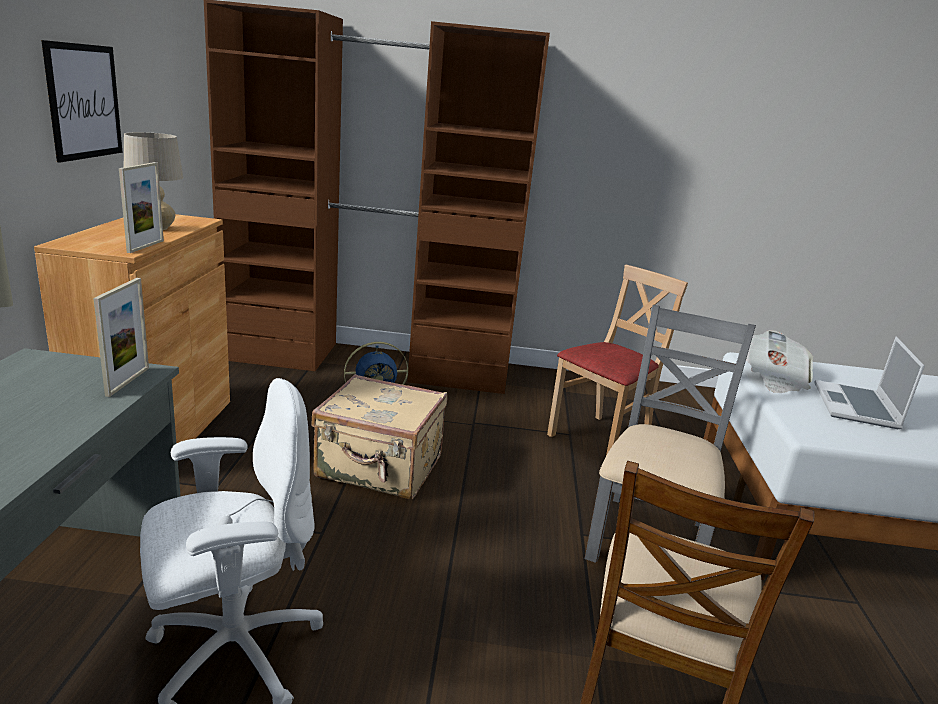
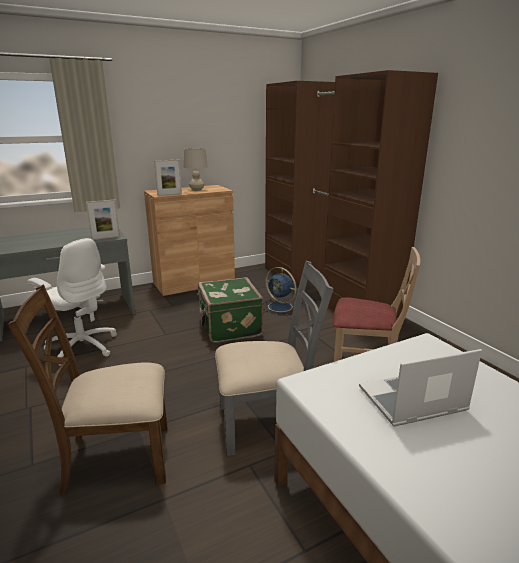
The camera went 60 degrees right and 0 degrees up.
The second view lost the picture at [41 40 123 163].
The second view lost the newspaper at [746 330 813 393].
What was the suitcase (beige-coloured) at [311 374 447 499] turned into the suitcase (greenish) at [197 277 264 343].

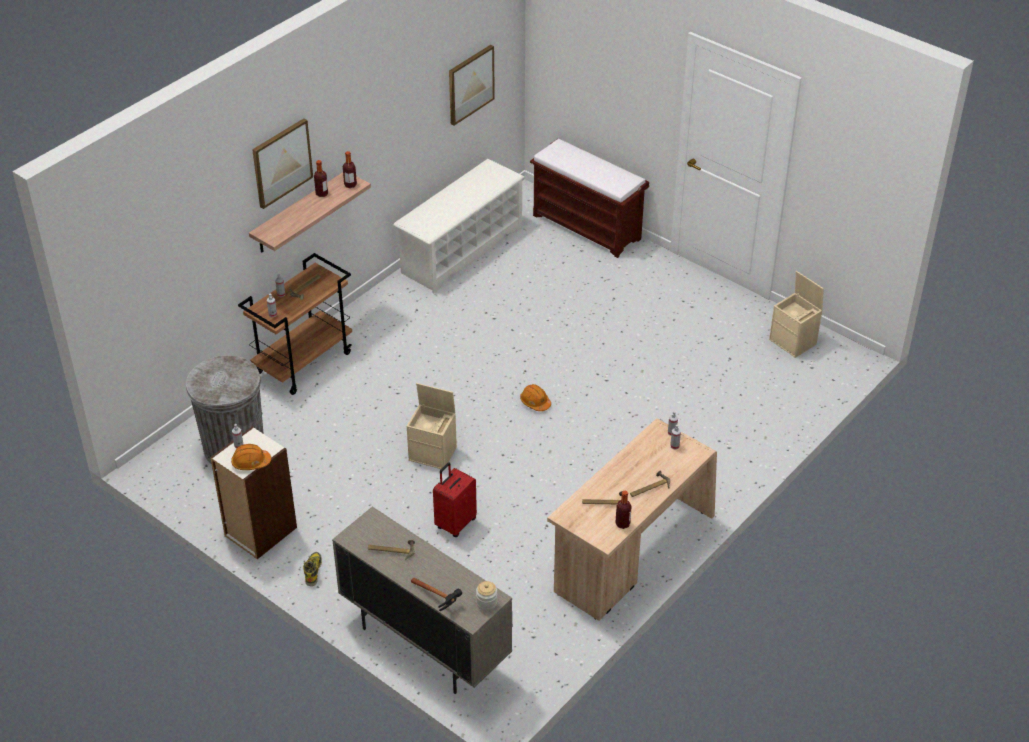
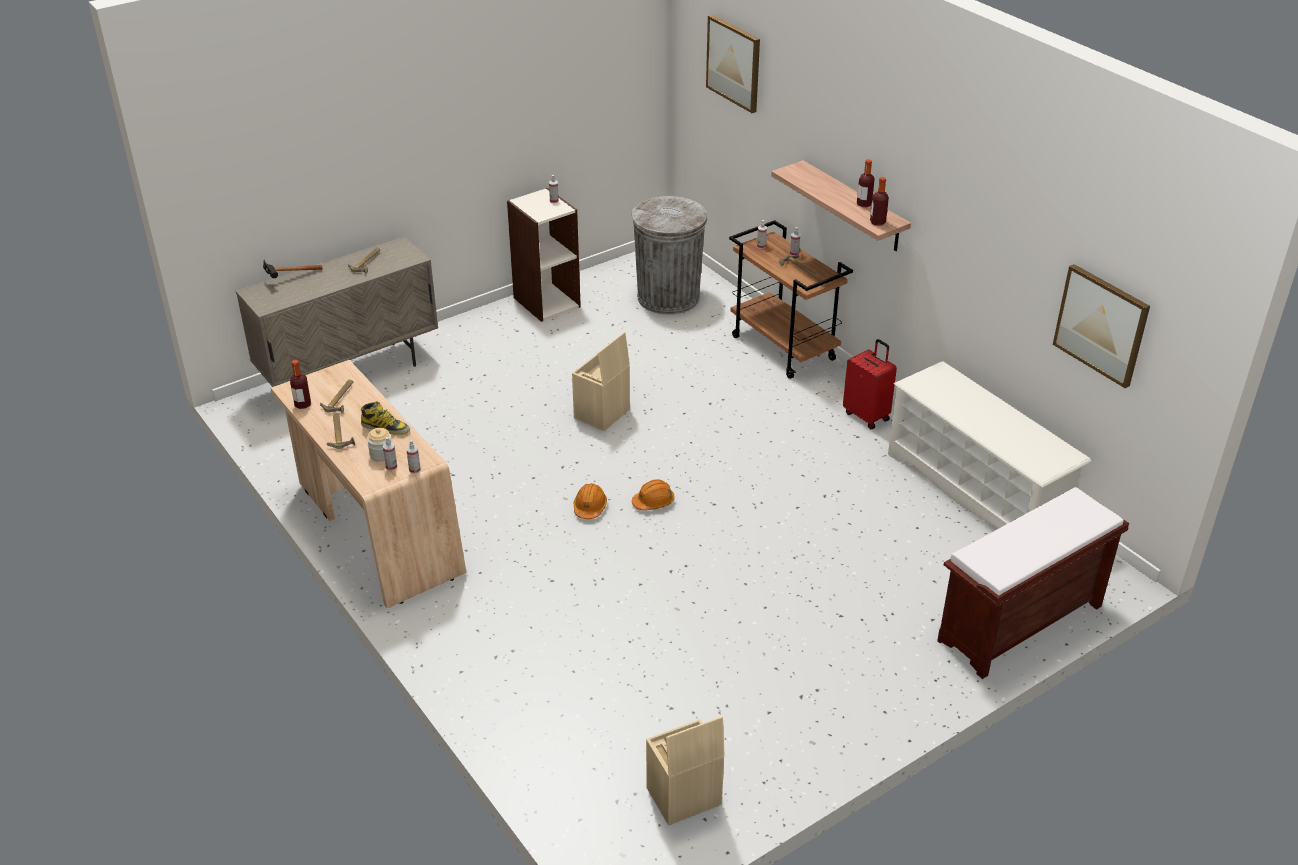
The camera went 105 degrees right and 5 degrees down.
The hard hat (orangey) ended up elsewhere, having gone from [231 444 271 470] to [574 483 607 519].
The picture ended up elsewhere, having gone from [252 118 313 209] to [706 15 760 113].
The tall boot ended up elsewhere, having gone from [303 552 322 586] to [361 401 410 435].
The suitcase (reddish) ended up elsewhere, having gone from [433 462 477 537] to [843 339 897 429].
The storage jar ended up elsewhere, having gone from [476 581 497 611] to [367 428 392 462].

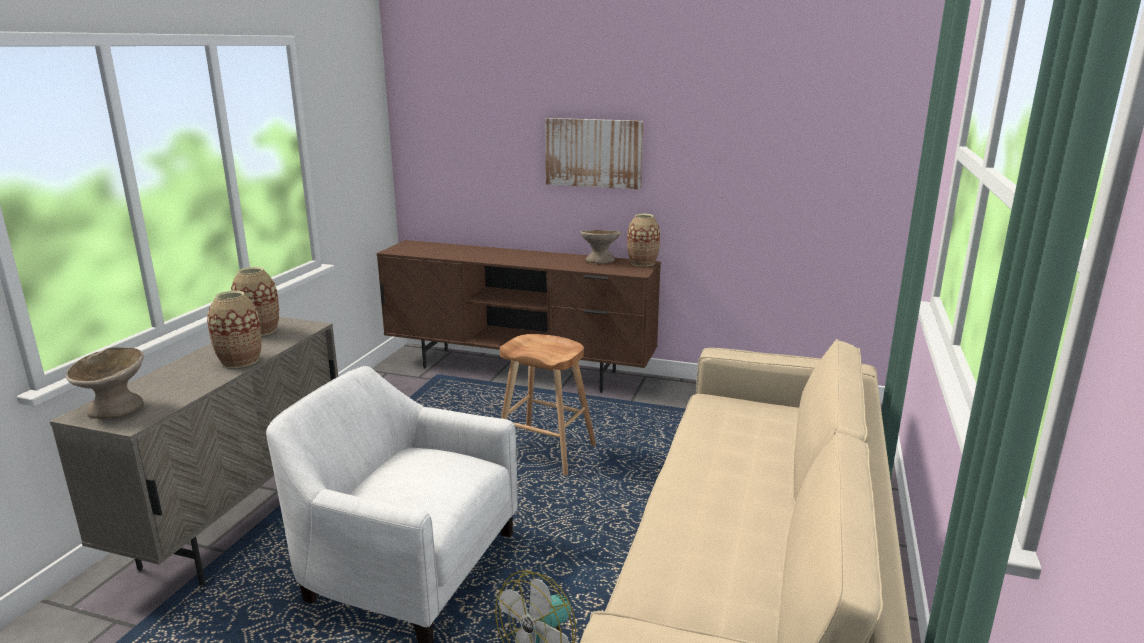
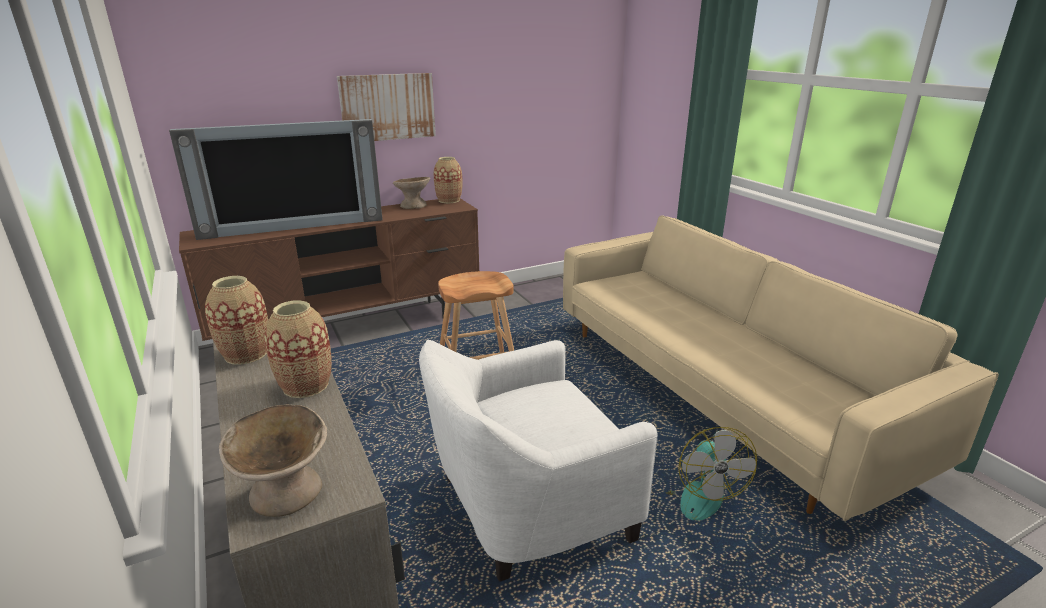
The camera went 45 degrees left and 5 degrees up.
The second view gained the TV at [169 119 383 240].

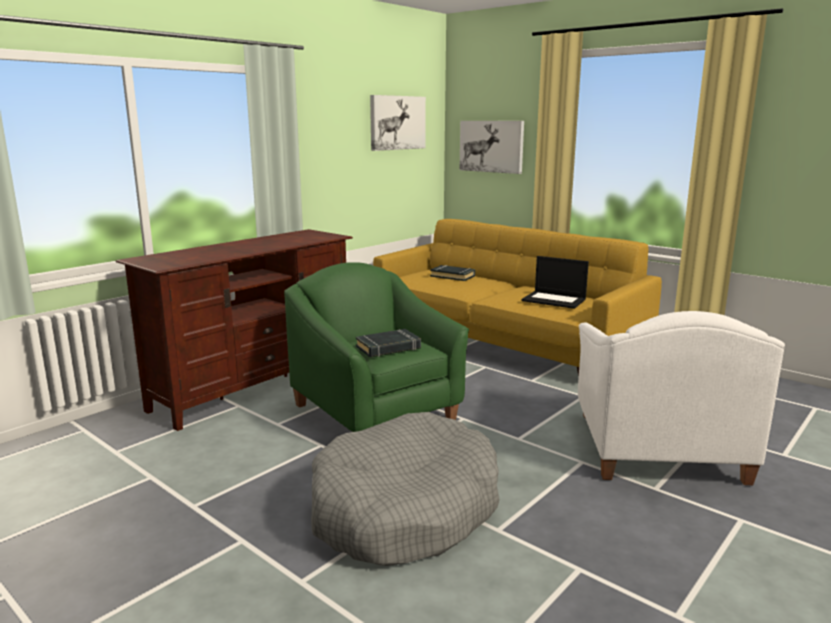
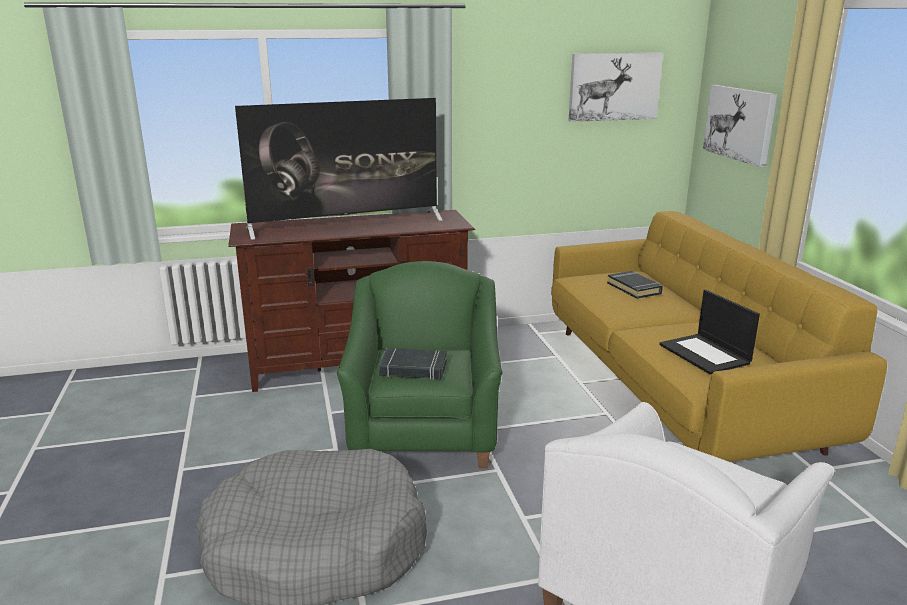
The camera went 35 degrees right and 5 degrees up.
The second view gained the TV at [235 98 443 240].

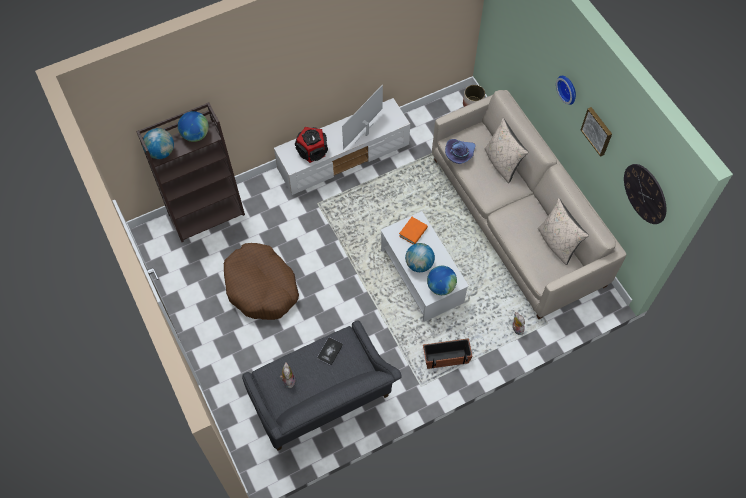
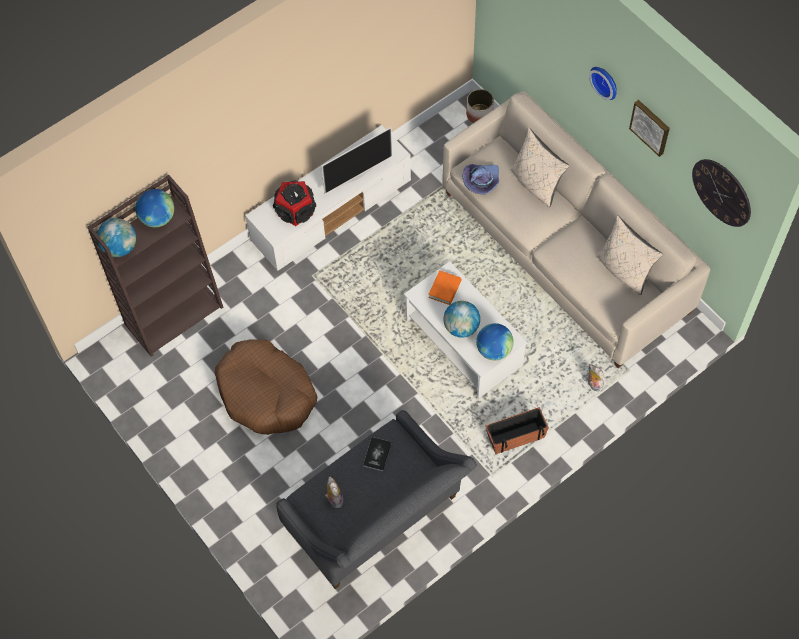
The camera went 10 degrees left and 0 degrees up.
The TV at [342 85 383 149] ended up facing another way, 150 degrees counterclockwise from before.

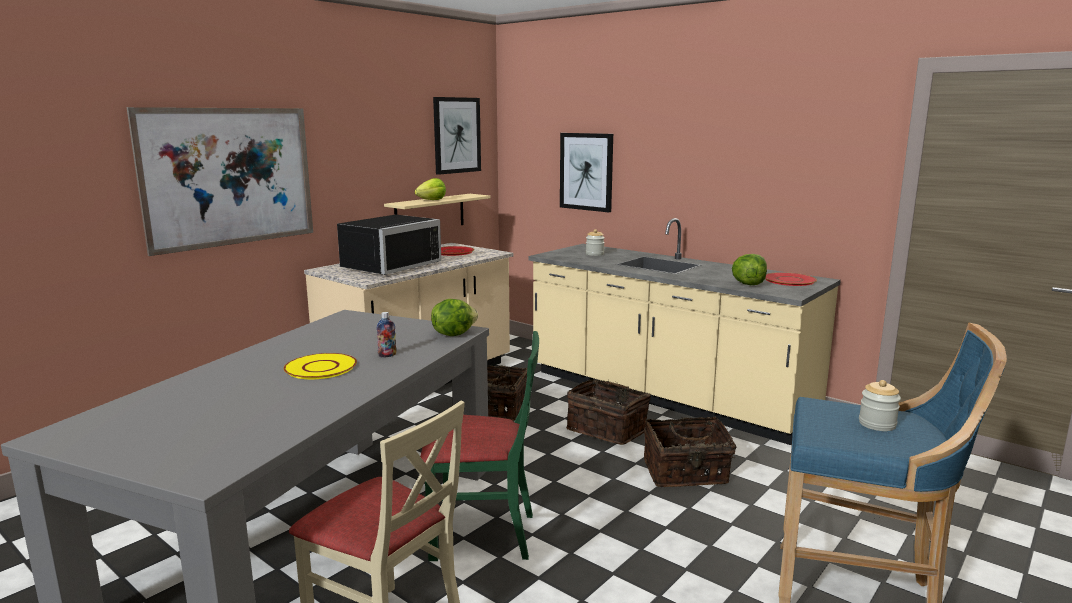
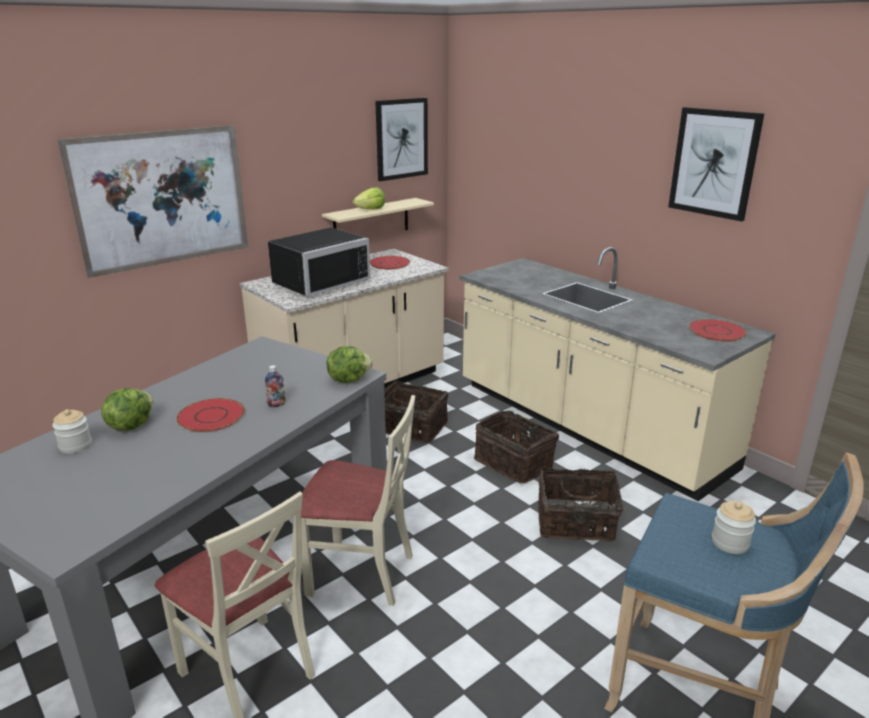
The camera went 10 degrees right and 10 degrees up.
The picture ended up elsewhere, having gone from [560 133 613 212] to [668 107 764 221].
The storage jar ended up elsewhere, having gone from [586 229 605 256] to [52 409 92 454].
The lettuce head ended up elsewhere, having gone from [732 254 767 285] to [101 388 153 431].
What was the flat dish (yellow-coloured) at [284 353 357 379] turned into the flat dish (reddish) at [176 398 245 432].
What was the plain chair (greenish) at [420 331 539 561] turned into the plain chair (beige-coloured) at [301 395 415 606].

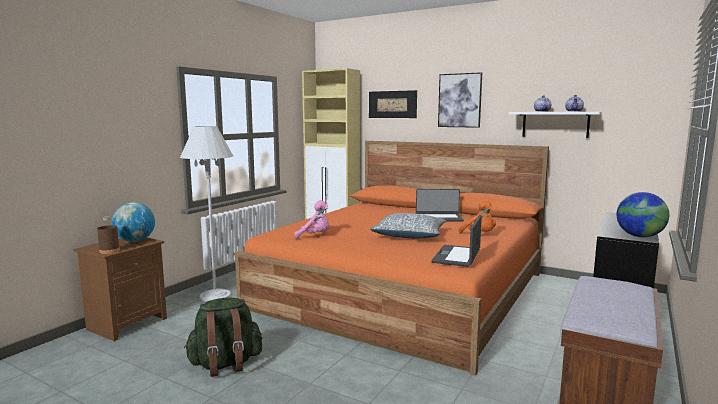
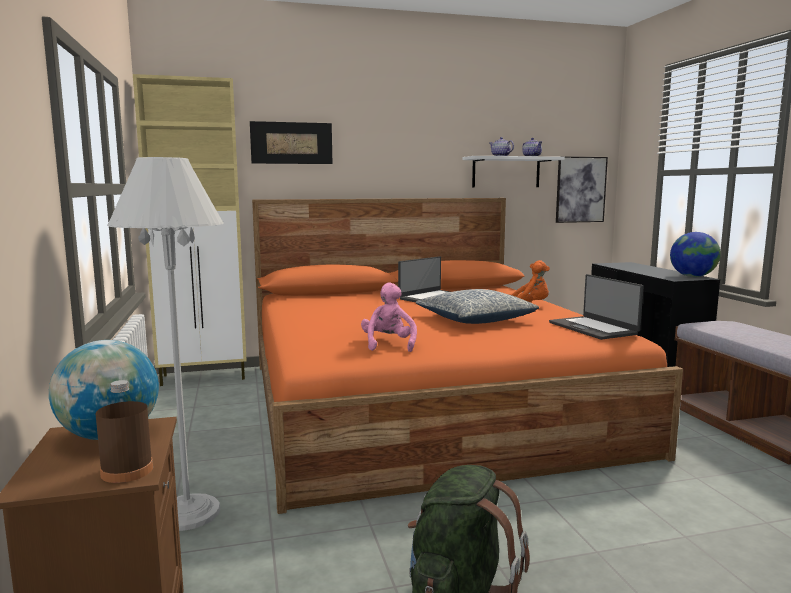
The camera went 45 degrees left and 0 degrees up.
The picture ended up elsewhere, having gone from [438 72 482 128] to [556 156 608 223].
The cuddly toy (pinkish) at [294 200 329 238] ended up facing another way, 60 degrees counterclockwise from before.

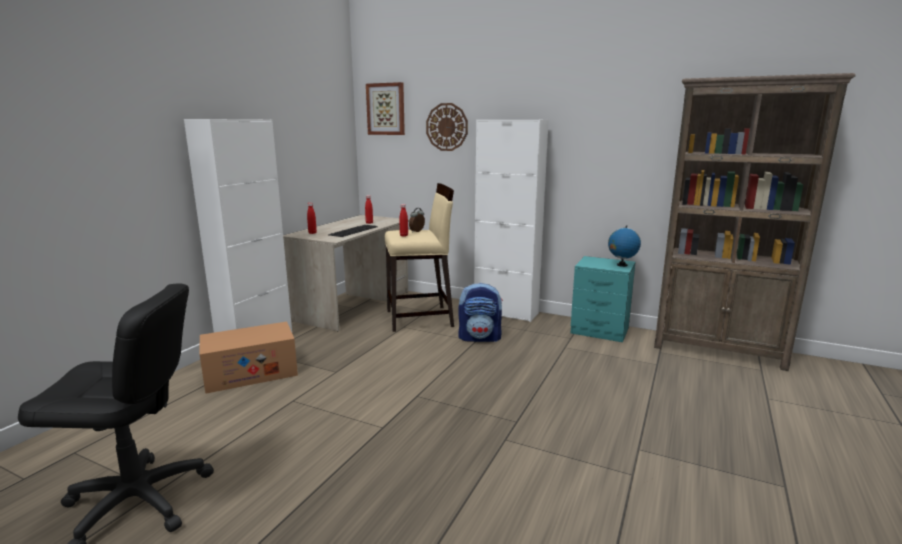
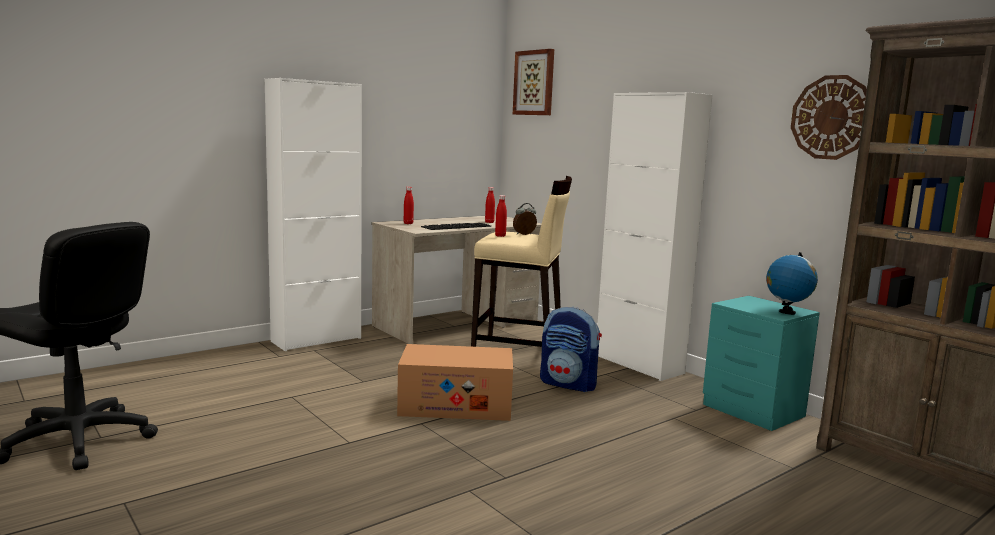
The camera went 25 degrees right and 5 degrees down.
The carton ended up elsewhere, having gone from [200 322 298 394] to [397 344 513 421].
The hanging clock ended up elsewhere, having gone from [426 103 468 151] to [791 75 867 160].

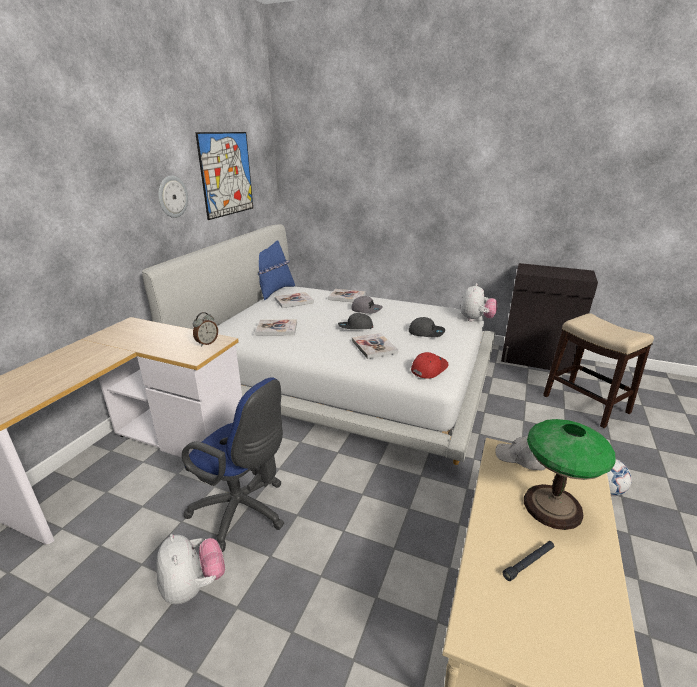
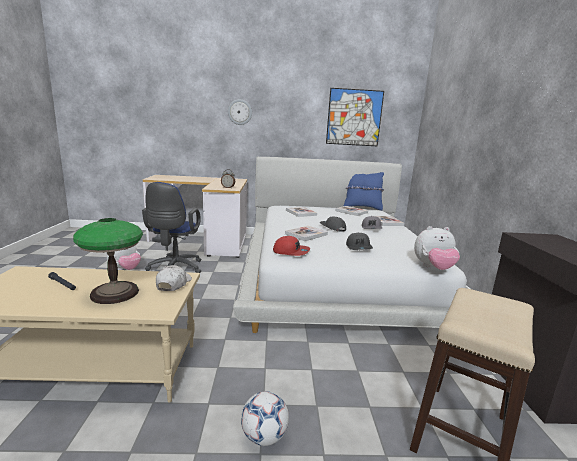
The camera went 65 degrees right and 10 degrees down.
The hanging clock ended up elsewhere, having gone from [158 176 188 218] to [228 99 252 125].

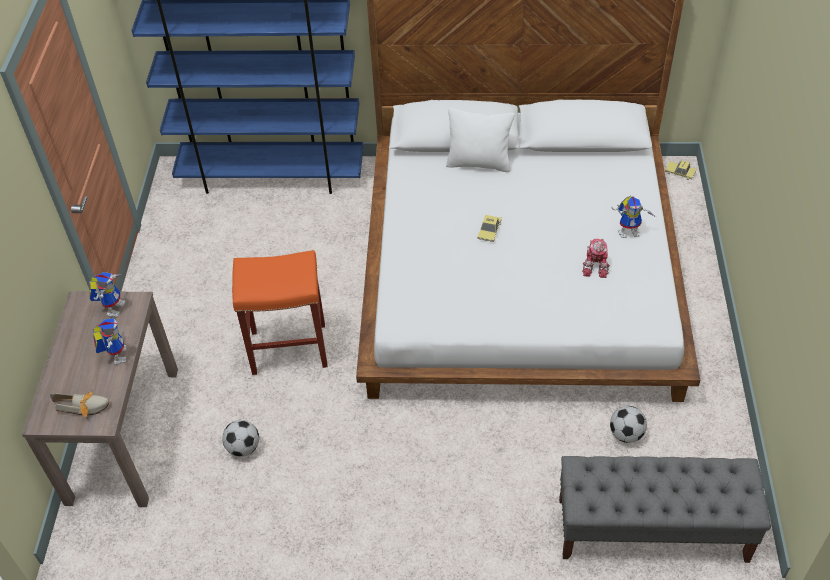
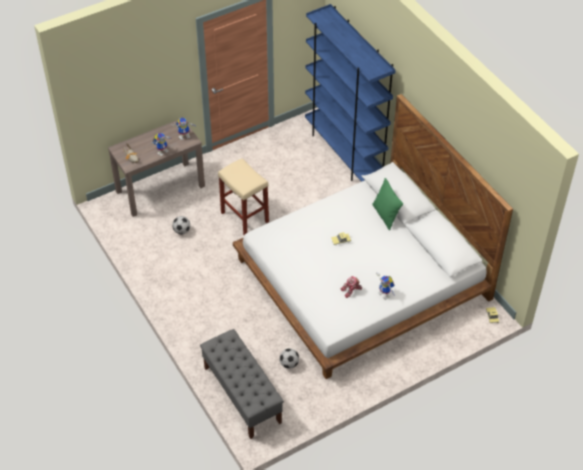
The camera went 55 degrees right and 0 degrees up.
What was the stool (orangey) at [232 250 328 375] turned into the stool (beige-coloured) at [218 158 269 235].
What was the pillow (white-coloured) at [446 108 515 172] turned into the pillow (greenish) at [372 178 403 230].

